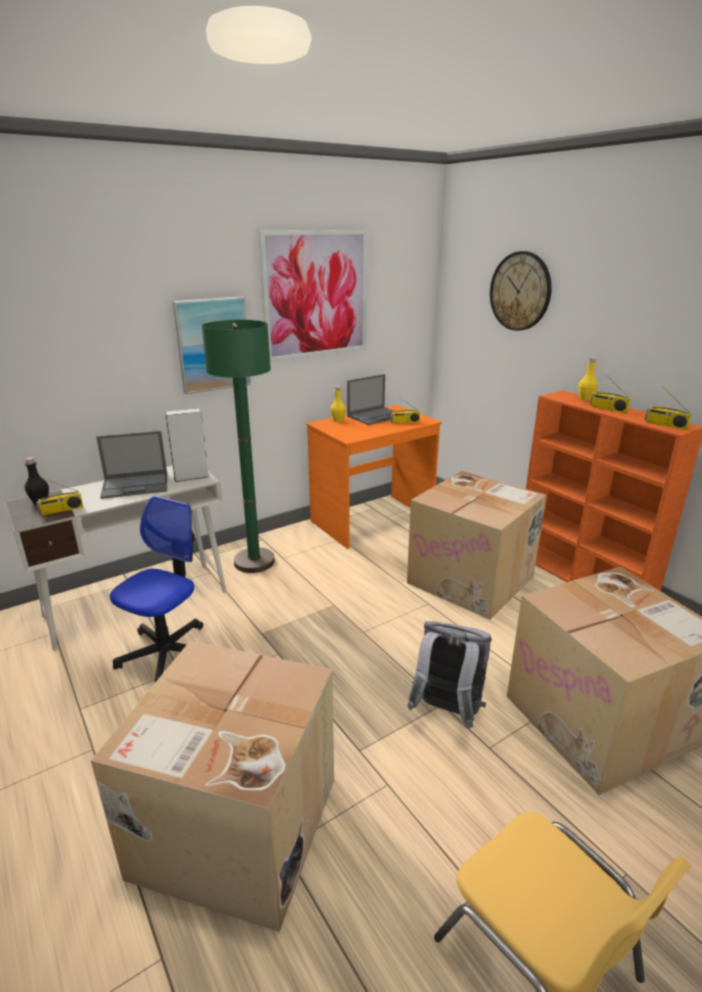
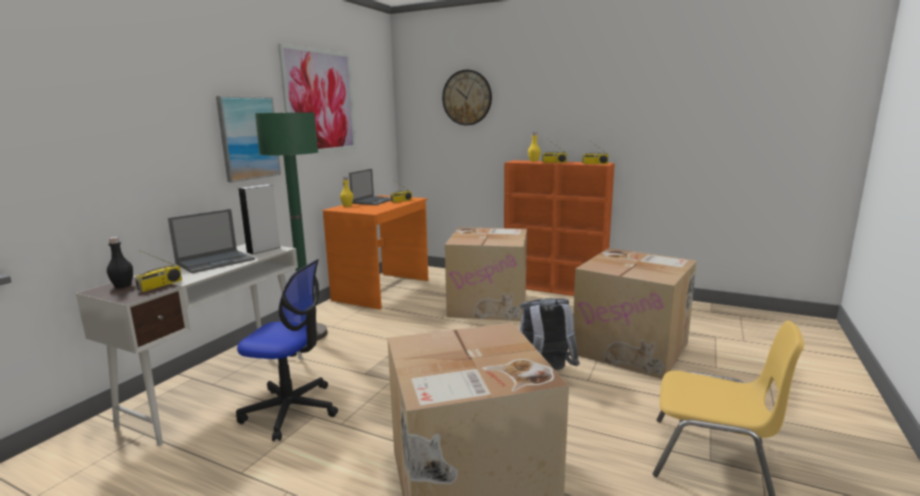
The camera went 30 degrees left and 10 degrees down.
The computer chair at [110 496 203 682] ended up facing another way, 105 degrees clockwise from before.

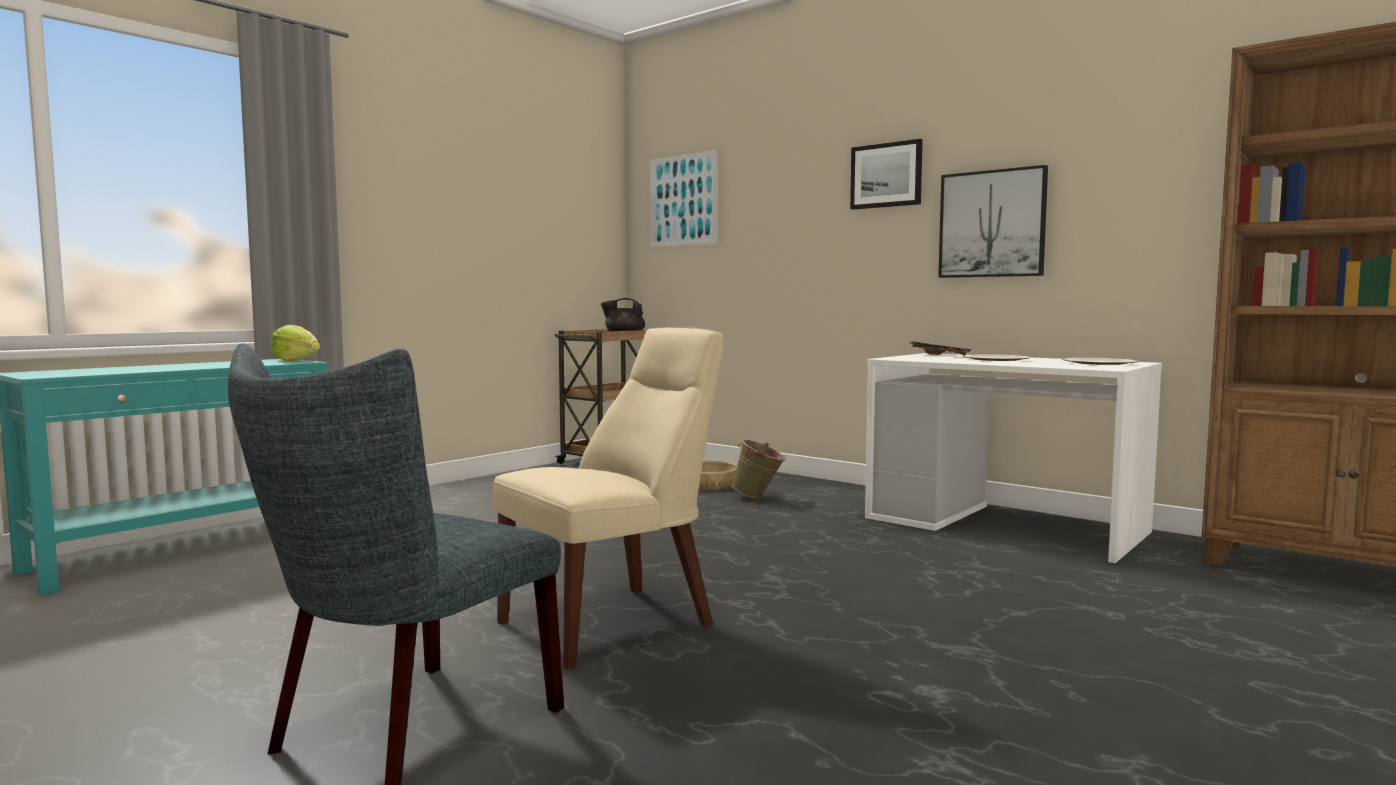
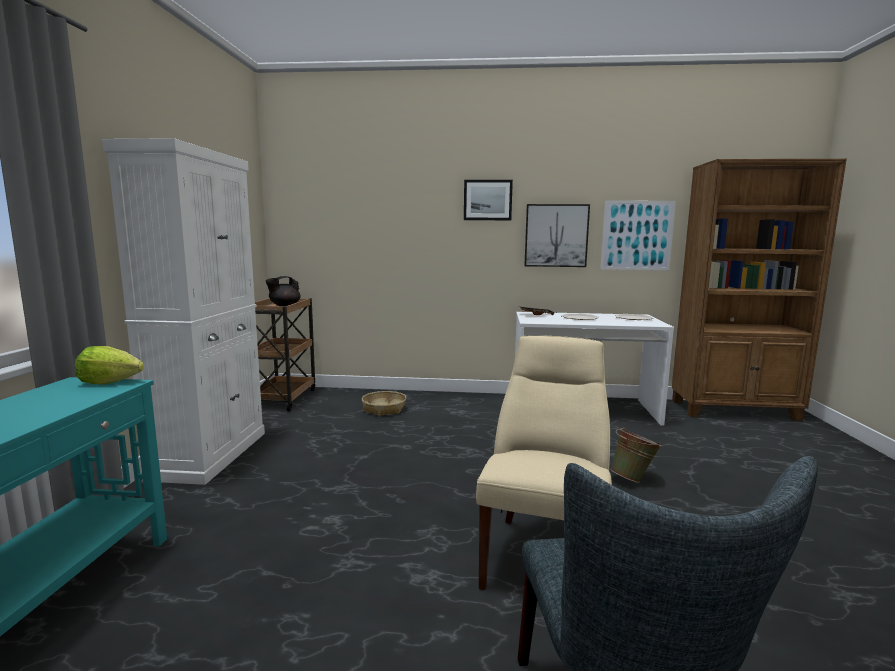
The camera went 35 degrees left and 5 degrees up.
The second view gained the storage cabinet (white-coloured) at [102 138 265 485].
The picture ended up elsewhere, having gone from [650 150 718 247] to [600 200 676 270].
The bucket (greenish) ended up elsewhere, having gone from [731 440 786 499] to [610 427 661 483].

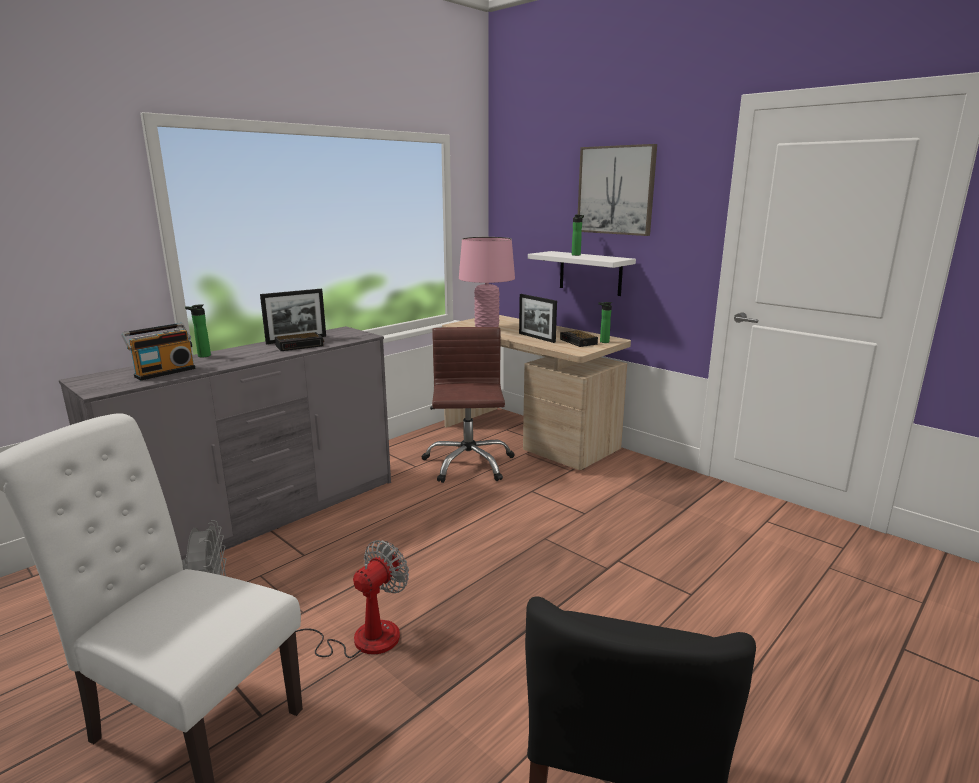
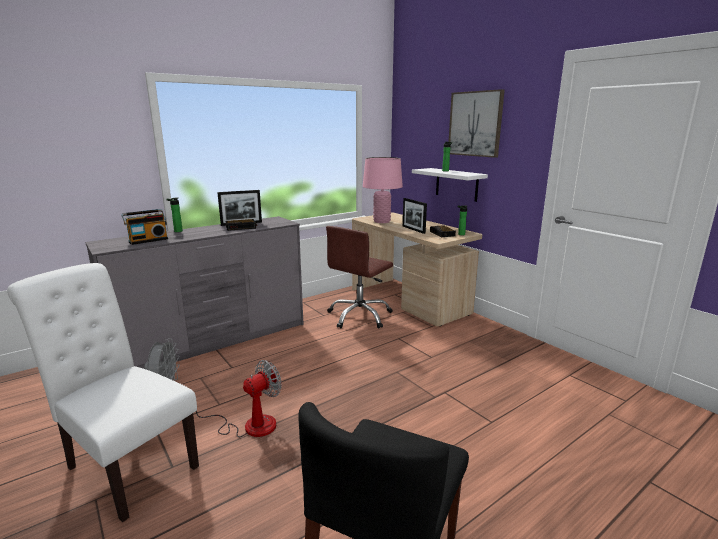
The camera went 10 degrees right and 0 degrees up.
The computer chair (brown) at [422 327 515 483] ended up facing another way, 150 degrees counterclockwise from before.

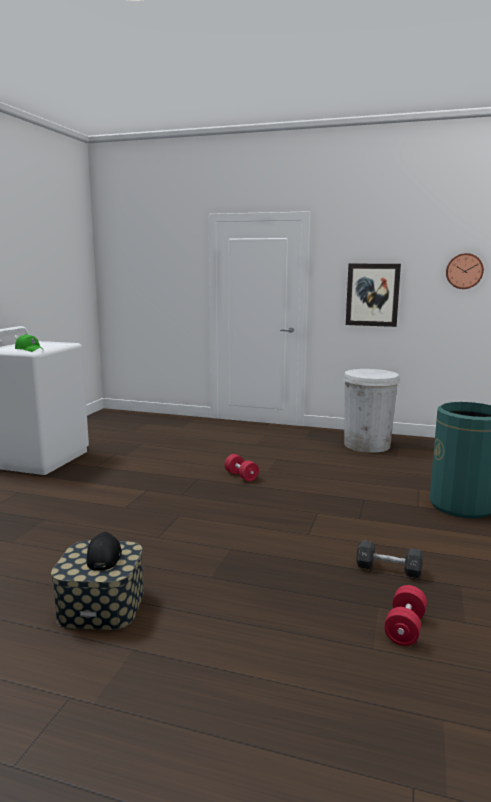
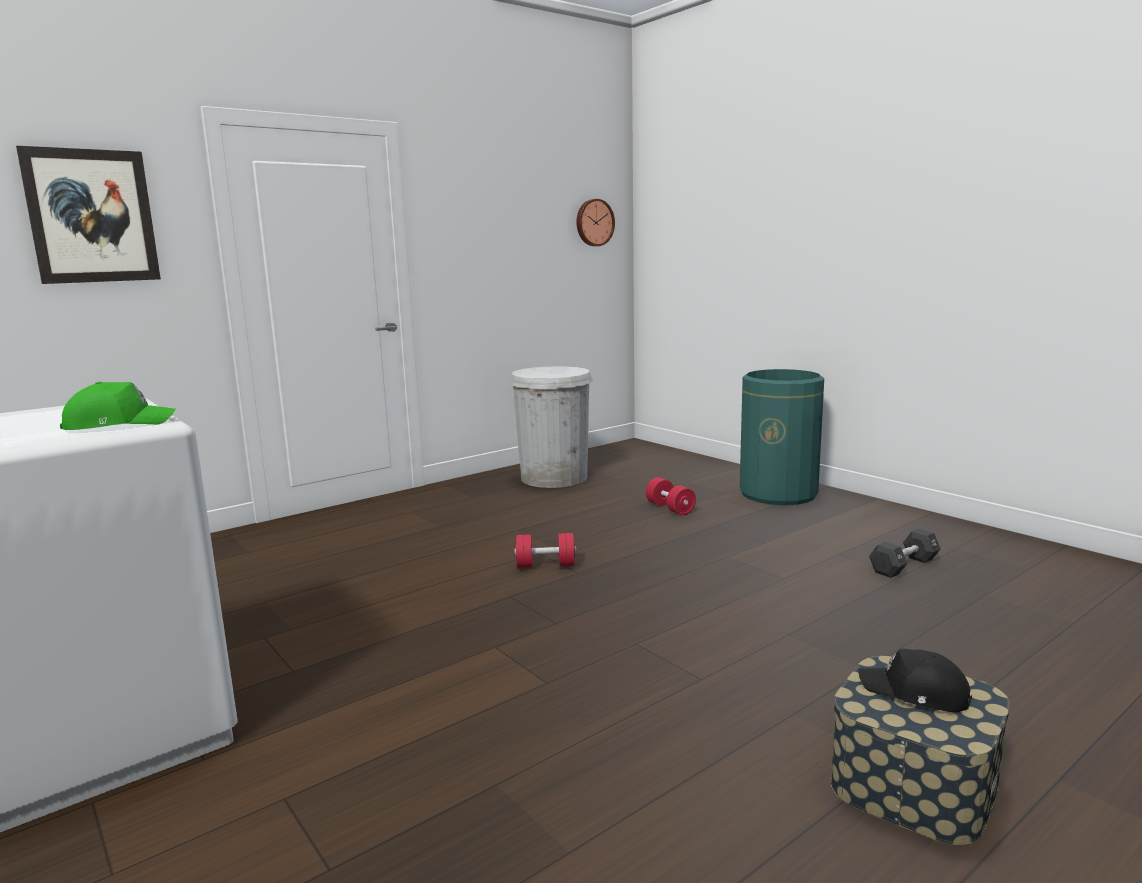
The camera went 55 degrees left and 0 degrees up.
The picture ended up elsewhere, having gone from [346 264 401 327] to [16 146 161 284].
The hand weight (reddish) ended up elsewhere, having gone from [384 585 427 646] to [646 477 696 515].

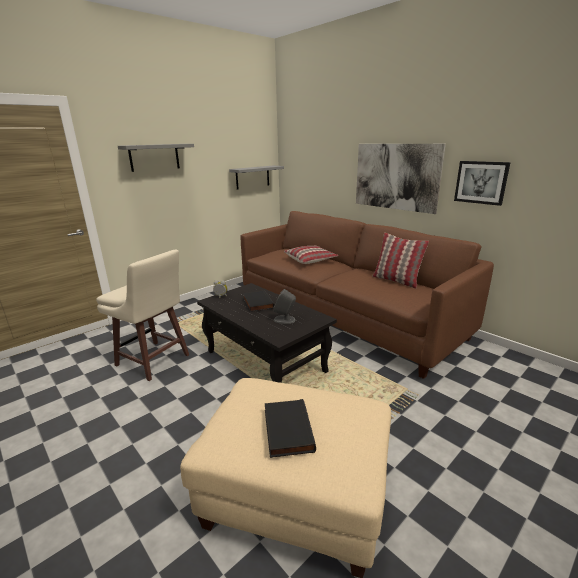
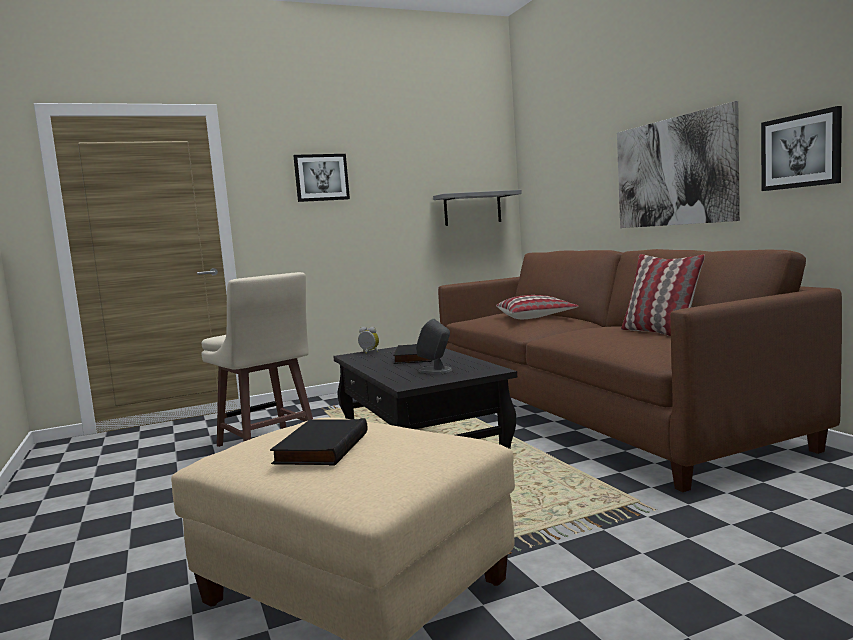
The camera went 20 degrees right and 15 degrees down.
Where the wall shelf (grey) hung at [118 144 194 172], the picture came to hang at [293 154 350 202].

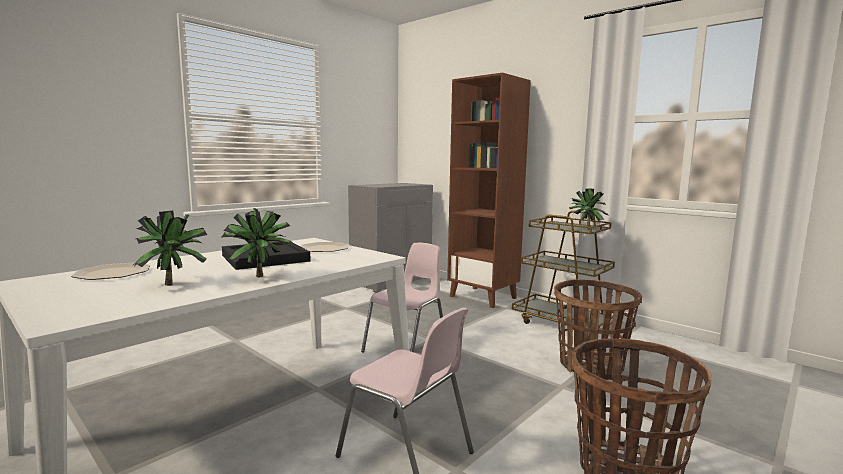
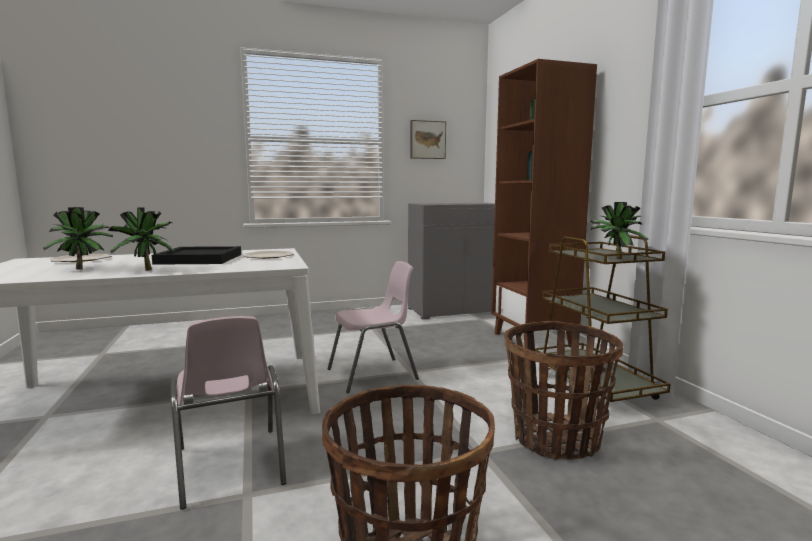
The camera went 30 degrees right and 0 degrees up.
The second view gained the picture at [410 120 446 159].

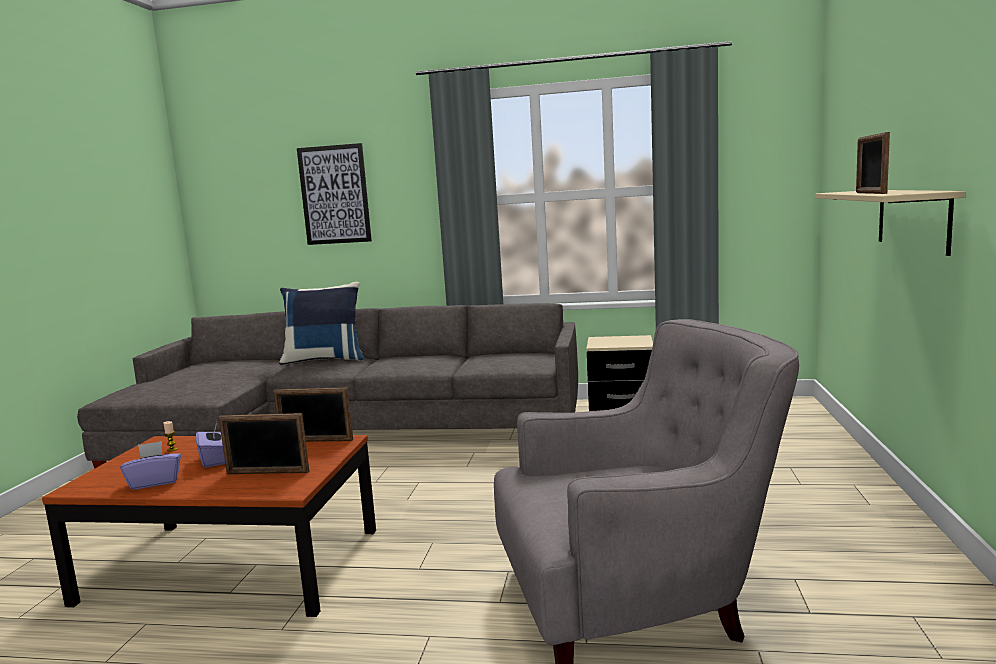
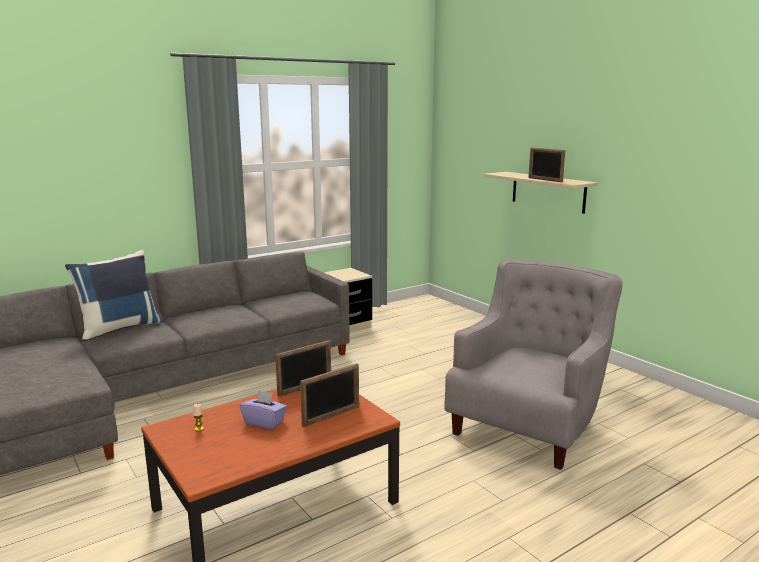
The camera went 45 degrees left and 5 degrees up.
The second view lost the tissue holder (purple) at [120 441 181 490].
The second view lost the picture at [297 143 372 245].

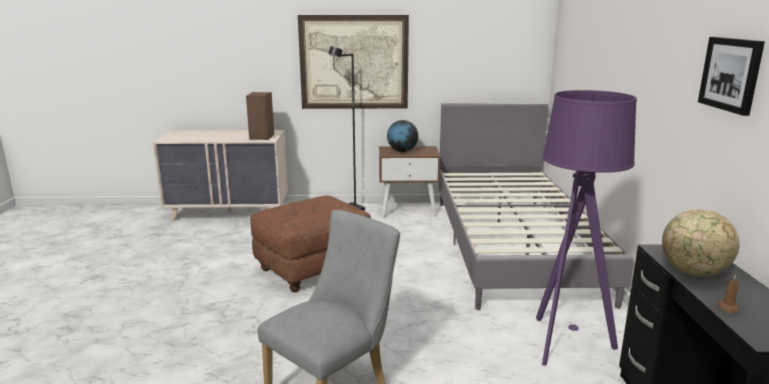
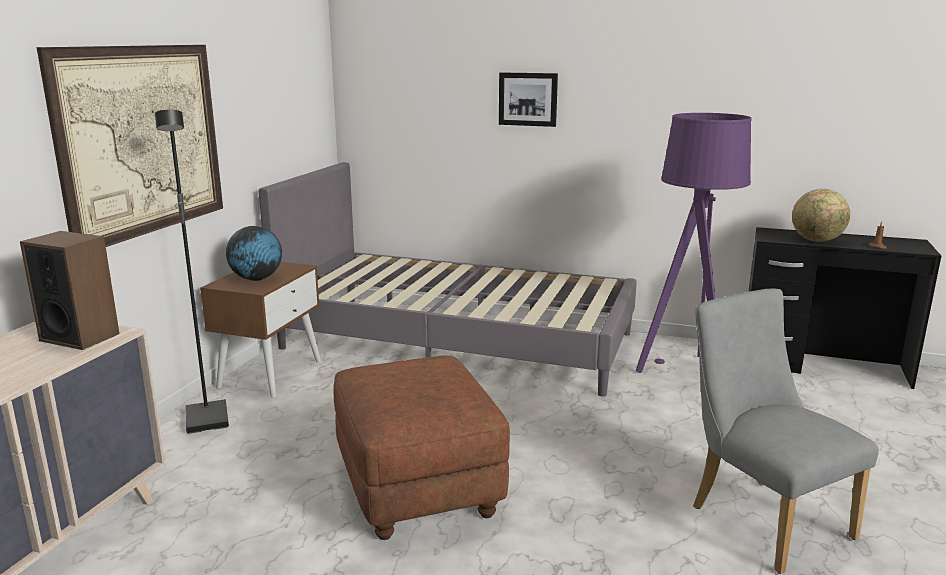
The camera went 70 degrees left and 0 degrees up.
The picture ended up elsewhere, having gone from [698 37 765 116] to [499 72 558 127].

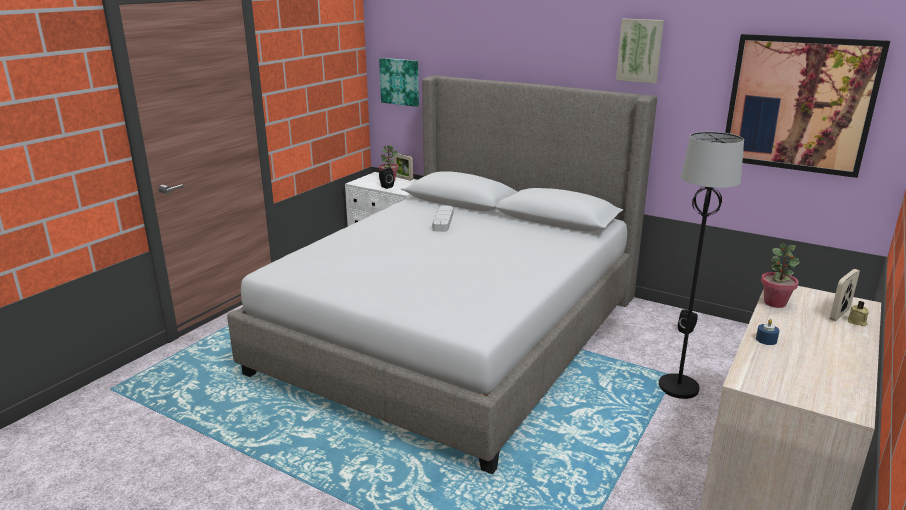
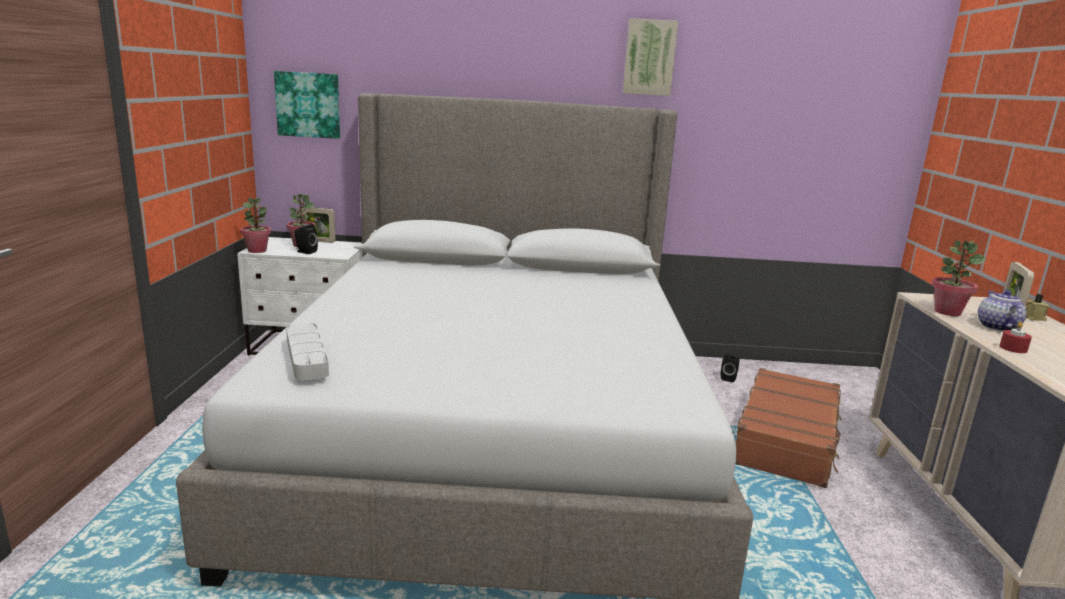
The camera went 30 degrees left and 5 degrees down.
The second view lost the picture at [725 34 890 178].
The second view gained the houseplant at [240 197 271 253].
The second view gained the teapot at [978 290 1027 331].
The carrying tray (grey) ended up elsewhere, having gone from [432 205 453 232] to [286 323 329 380].
Where the standing lamp (black) stood at [659 132 744 399], the suitcase (brown) came to stand at [736 368 842 488].
What was the candle (blue) at [756 319 779 345] turned into the candle (reddish) at [999 322 1032 353].

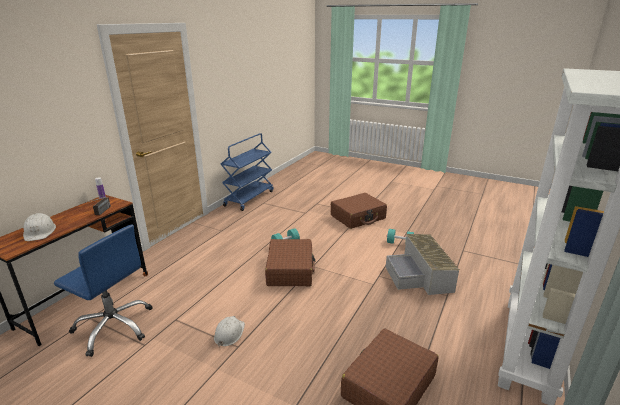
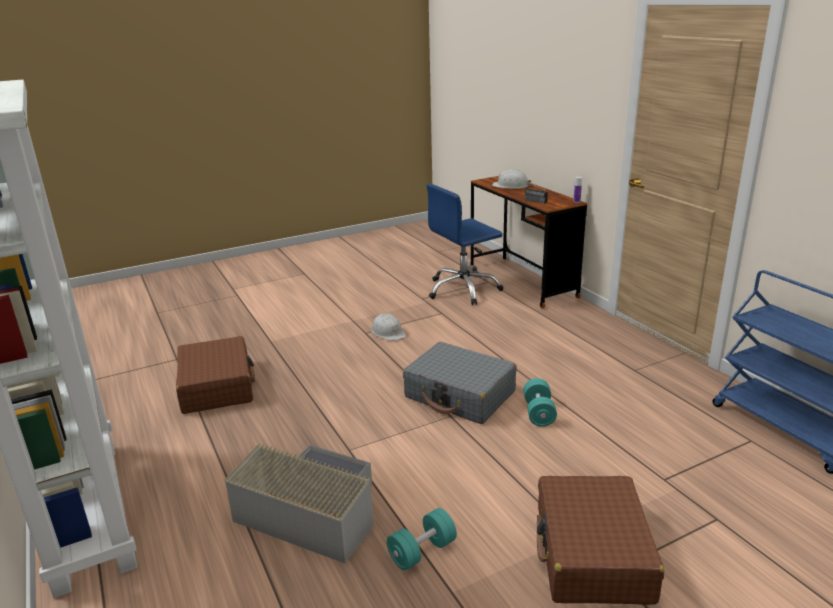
The camera went 125 degrees right and 0 degrees up.
What was the suitcase (brown) at [265 239 315 286] turned into the suitcase (grey) at [403 342 517 424].

